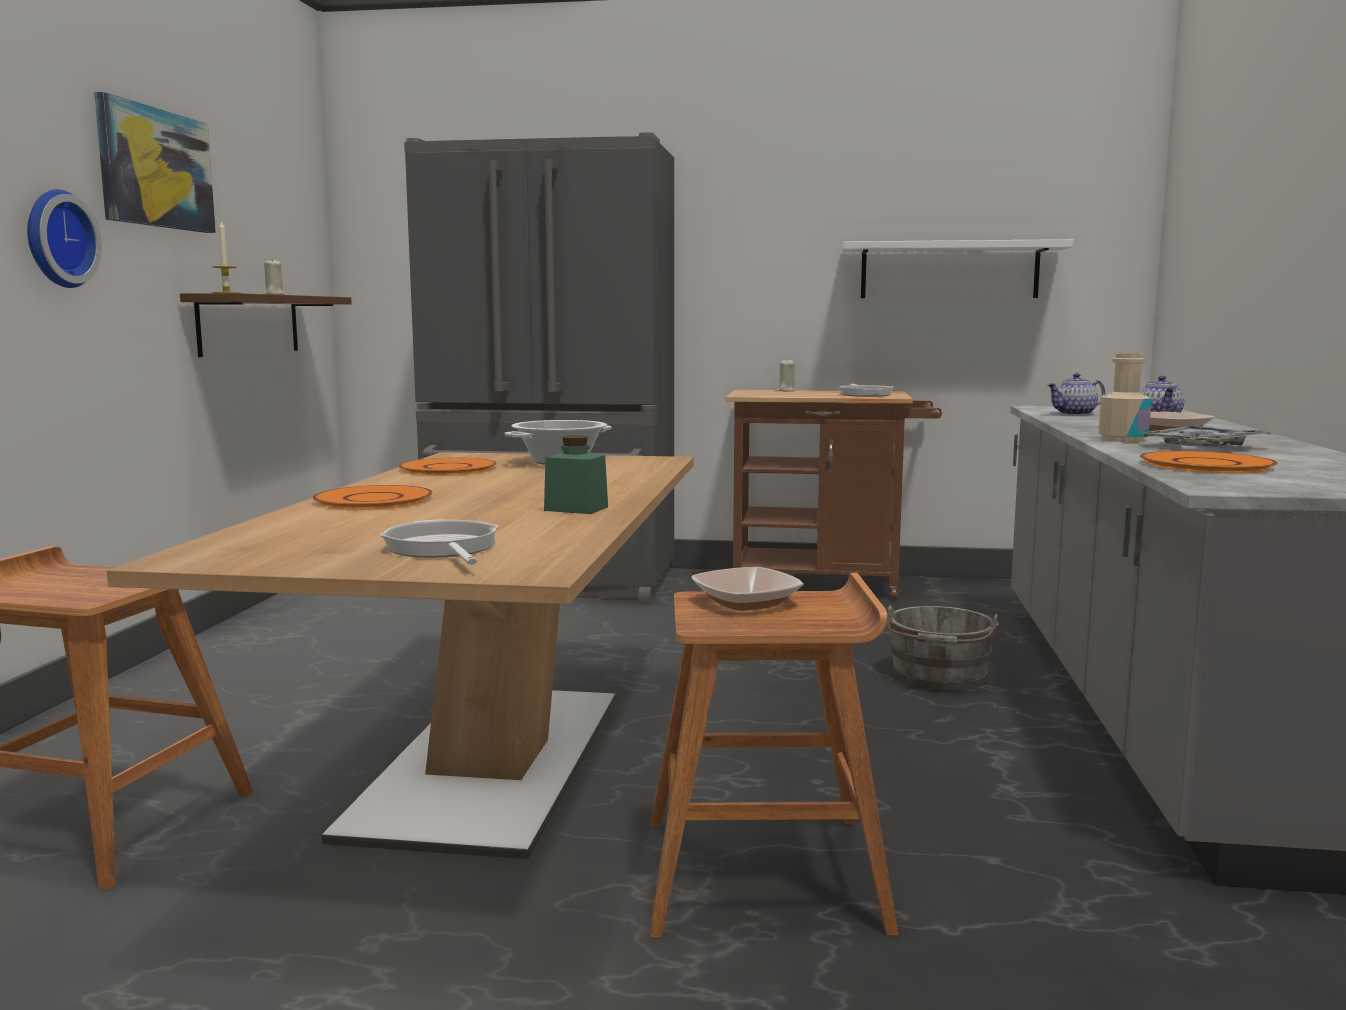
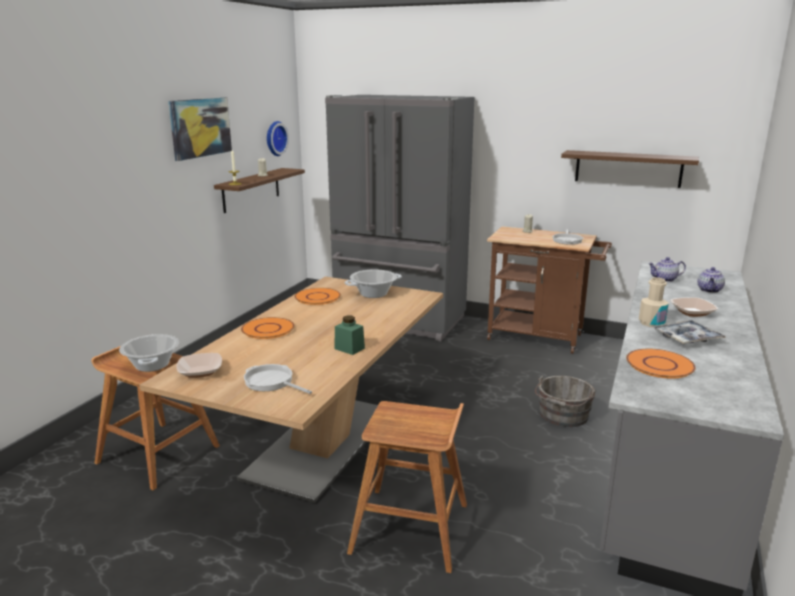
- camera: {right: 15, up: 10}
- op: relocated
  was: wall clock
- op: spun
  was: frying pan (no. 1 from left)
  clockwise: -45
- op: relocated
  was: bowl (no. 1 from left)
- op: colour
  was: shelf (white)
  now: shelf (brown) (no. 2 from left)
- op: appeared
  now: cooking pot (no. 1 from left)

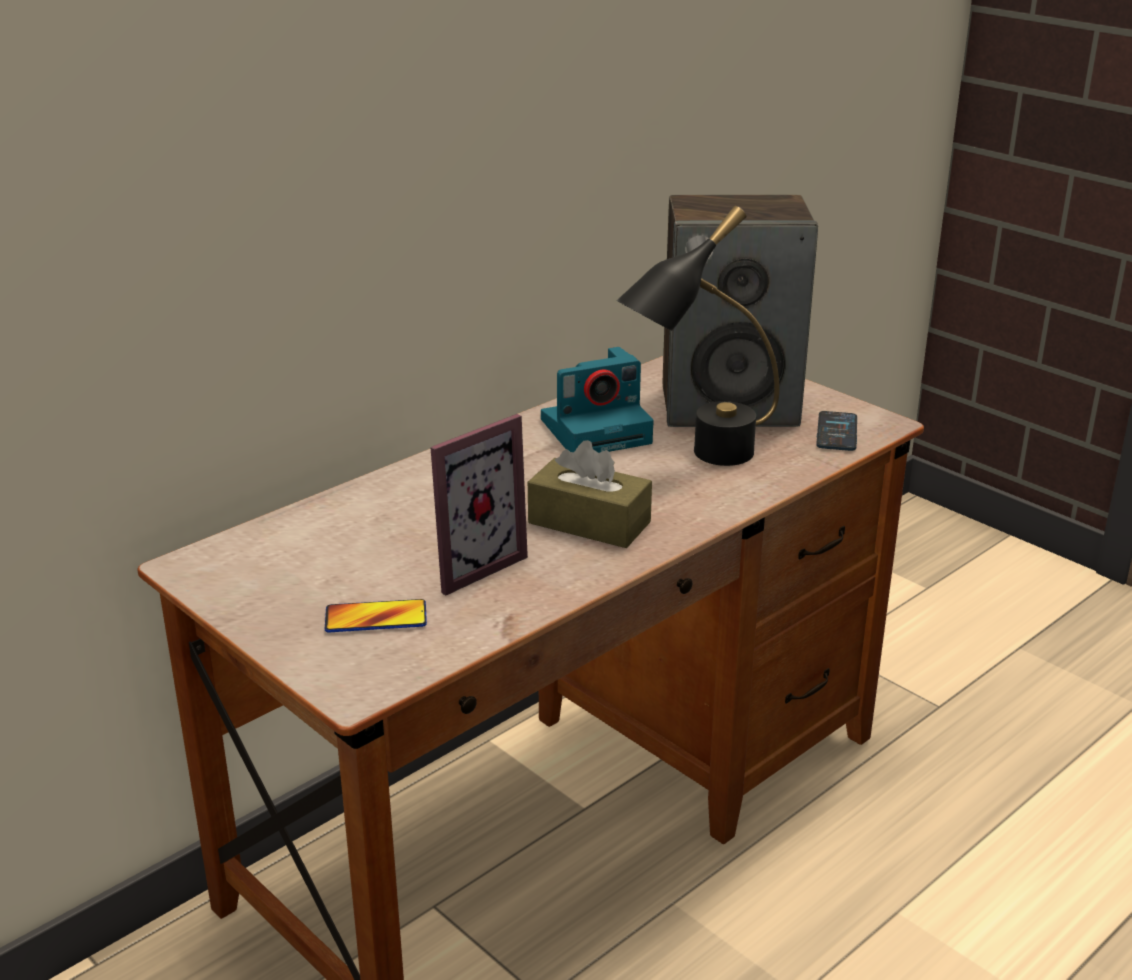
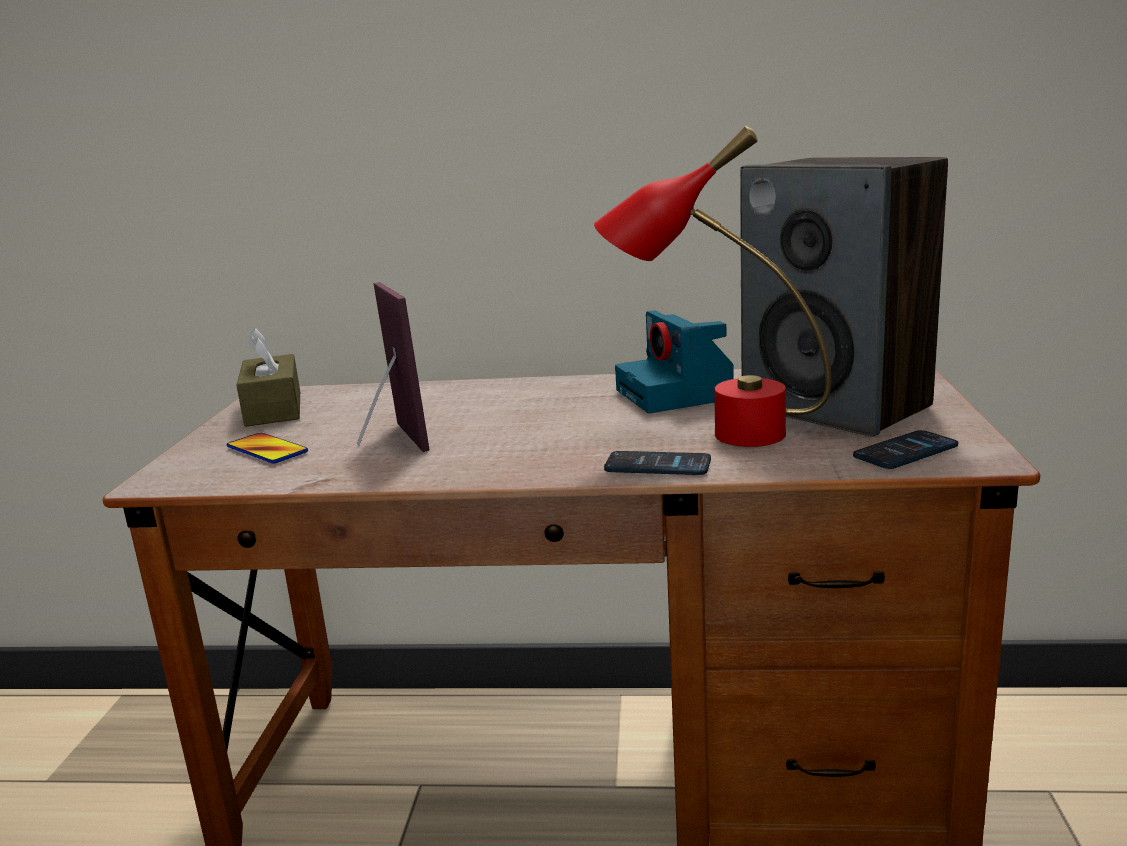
- camera: {right: 50, up: -10}
- op: spun
  was: picture frame
  clockwise: -120
- op: relocated
  was: tissue box (brown)
- op: spun
  was: photo camera
  clockwise: 45
- op: colour
  was: table lamp (black)
  now: table lamp (red)
- op: appeared
  now: phone (no. 2 from left)

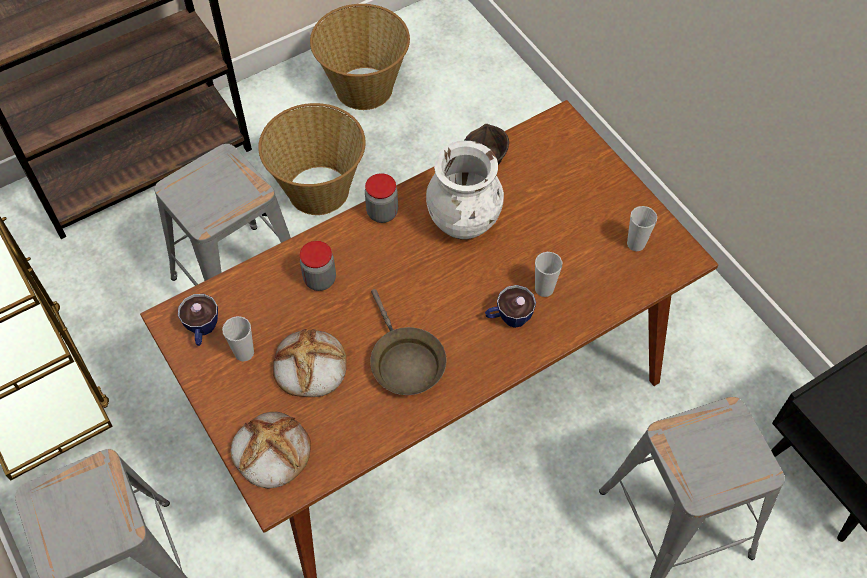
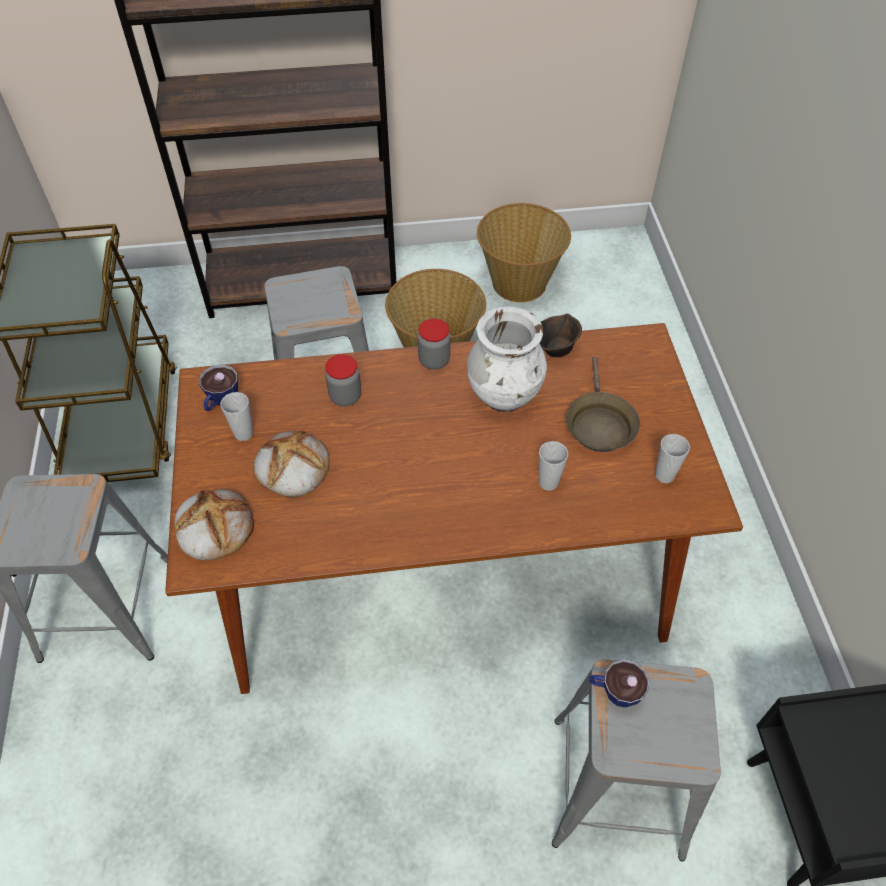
- camera: {right: 25, up: -5}
- op: relocated
  was: frying pan (brown)
- op: relocated
  was: cup (no. 3 from left in the first image)
  now: cup (no. 4 from left)

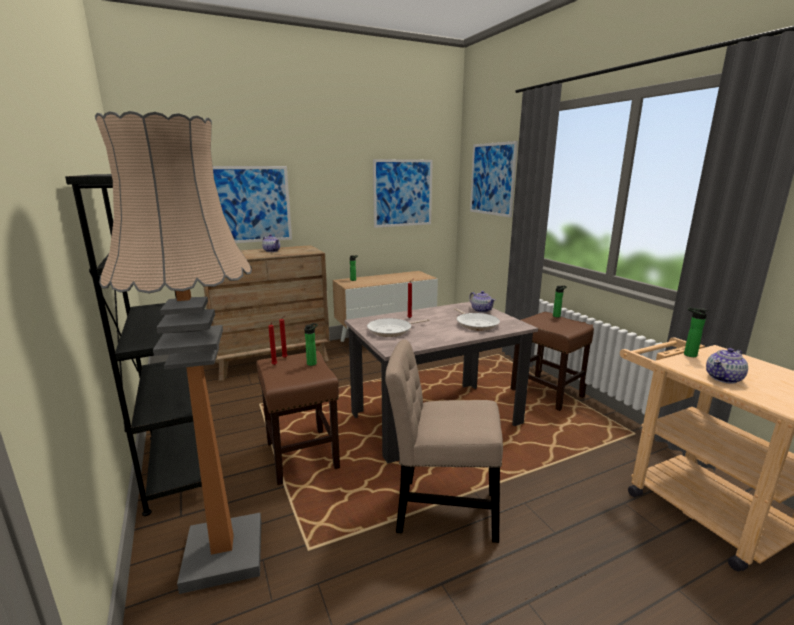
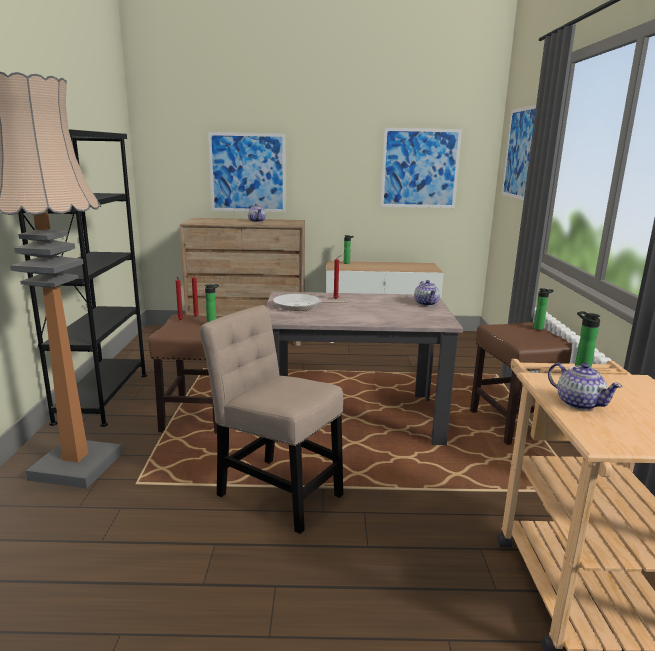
- camera: {right: 25, up: 0}
- op: missing
  was: frying pan (no. 2 from left)
- op: spun
  was: teapot (no. 3 from left)
  clockwise: -120

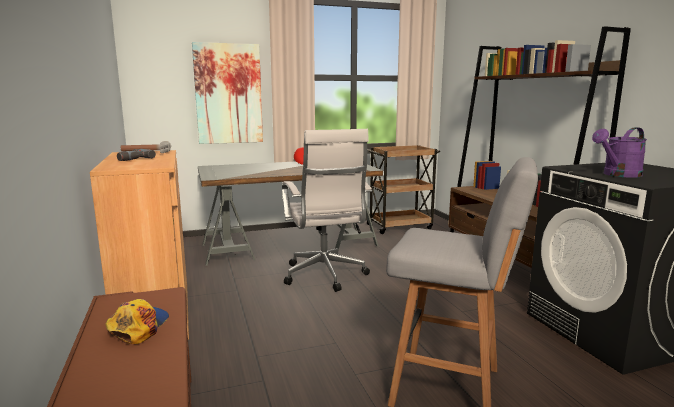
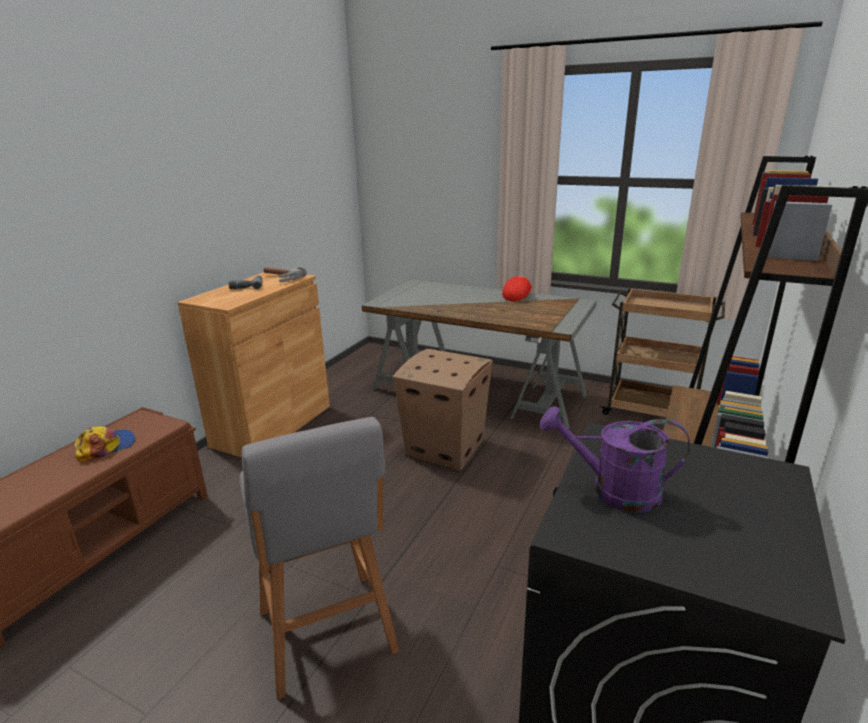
- camera: {right: 45, up: 10}
- op: missing
  was: picture
- op: exchanged
  was: office chair (white)
  now: cardboard box

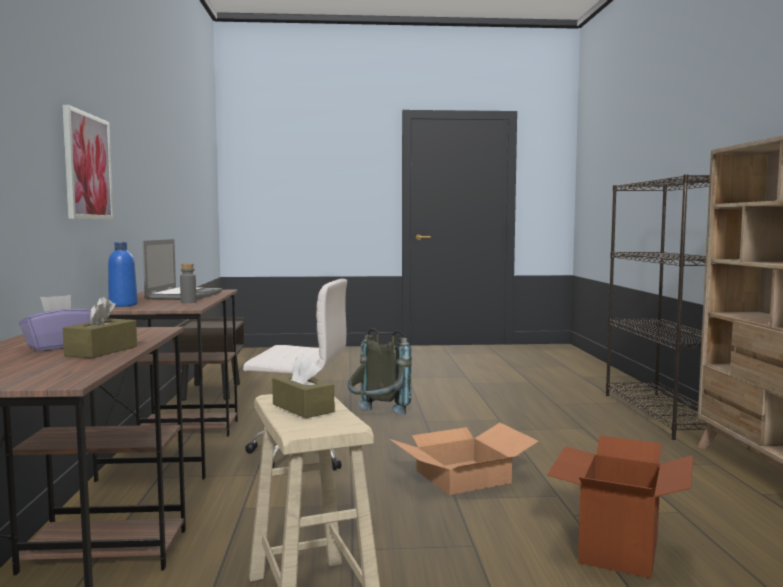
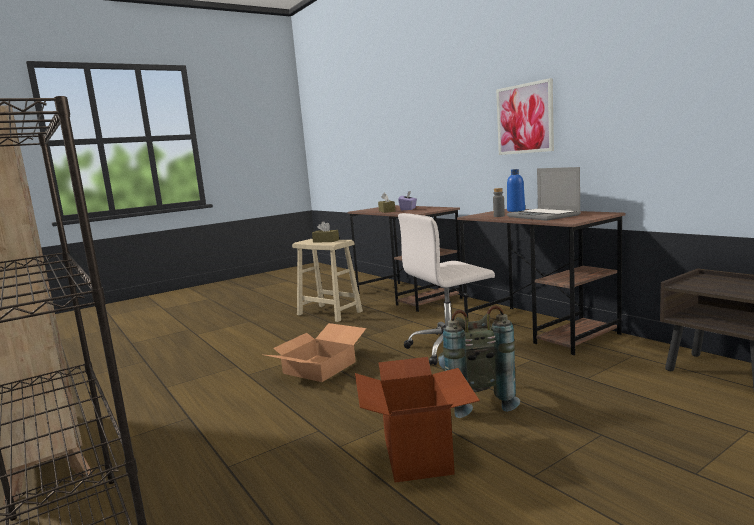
- camera: {right: 150, up: 5}
- op: relocated
  was: cardboard box (no. 2 from left)

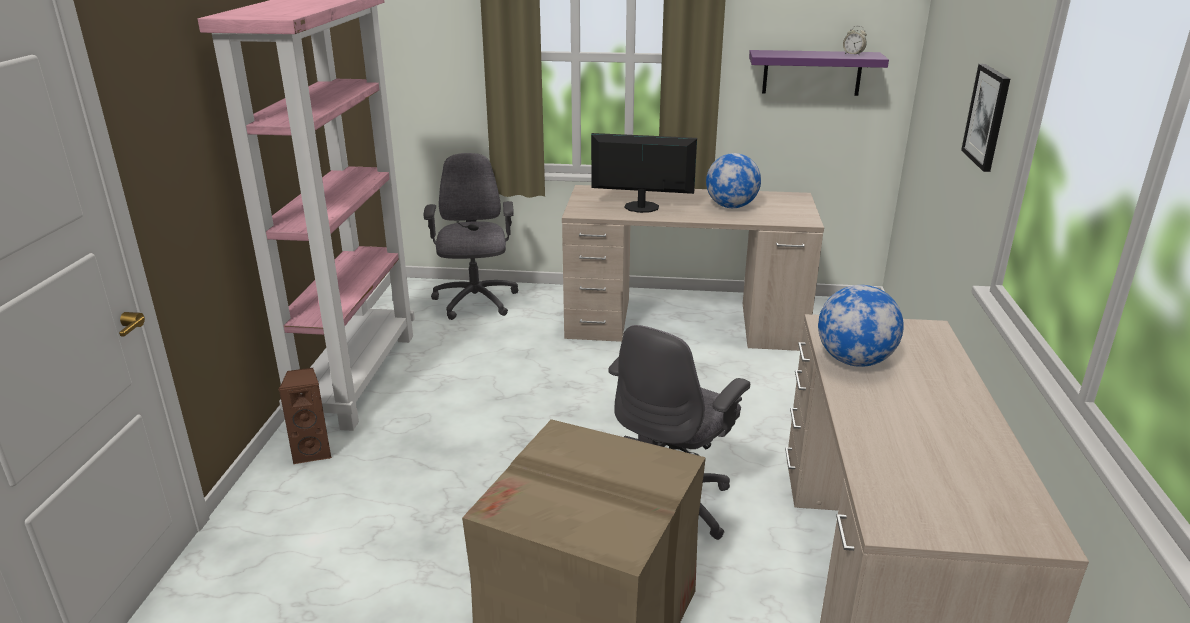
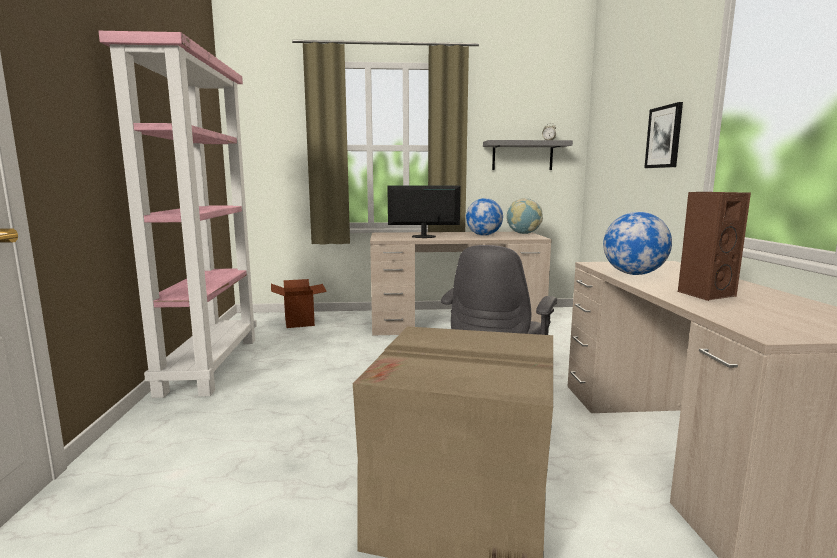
- camera: {right: -10, up: -15}
- op: relocated
  was: speaker (brown)
- op: exchanged
  was: office chair (grey) (no. 1 from left)
  now: cardboard box (no. 1 from left)
- op: colour
  was: shelf (purple)
  now: shelf (grey)
- op: appeared
  now: globe (no. 2 from left)

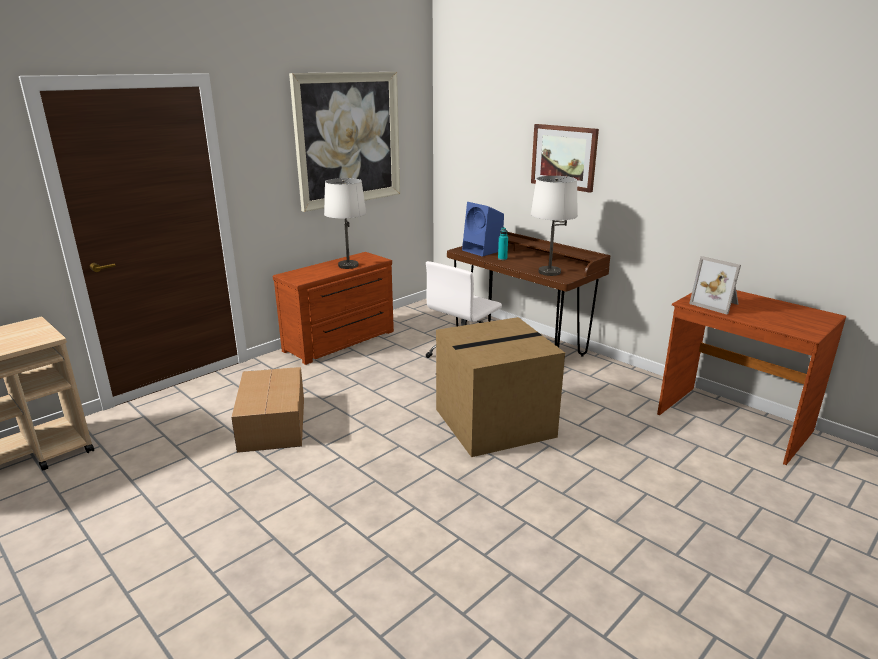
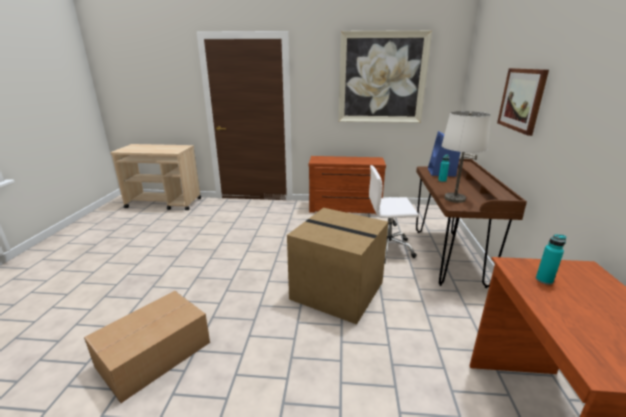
- camera: {right: 50, up: 0}
- op: relocated
  was: cardboard box (no. 1 from left)
- op: missing
  was: table lamp (white) (no. 1 from left)
- op: exchanged
  was: picture frame
  now: bottle (turquoise) (no. 2 from left)

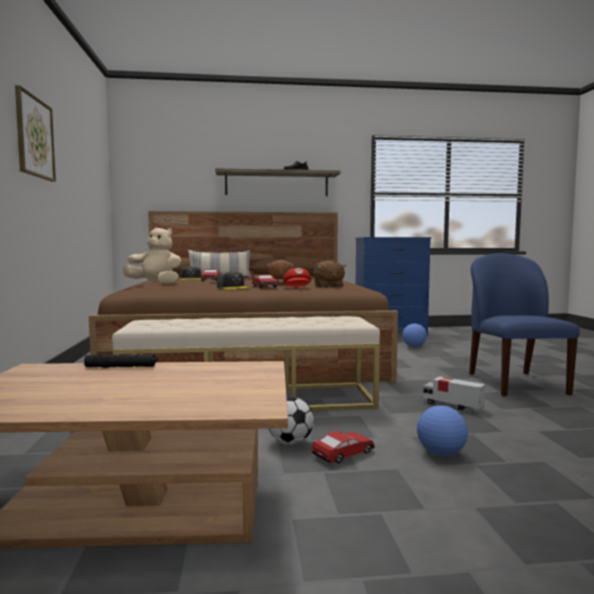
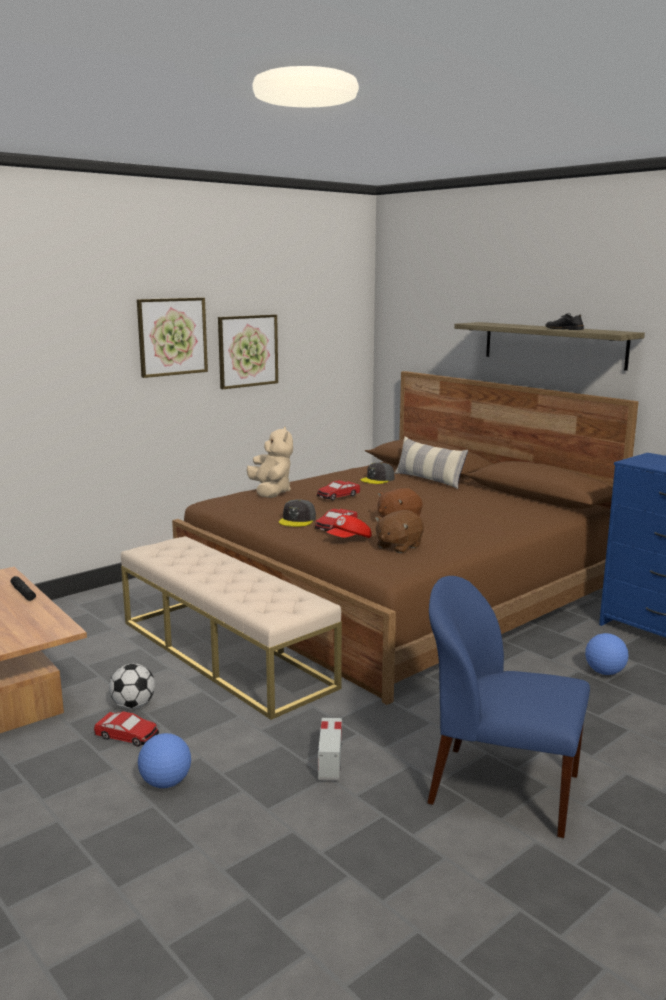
- camera: {right: 55, up: 10}
- op: spun
  was: chair (blue)
  clockwise: -120
- op: appeared
  now: picture (no. 2 from left)

